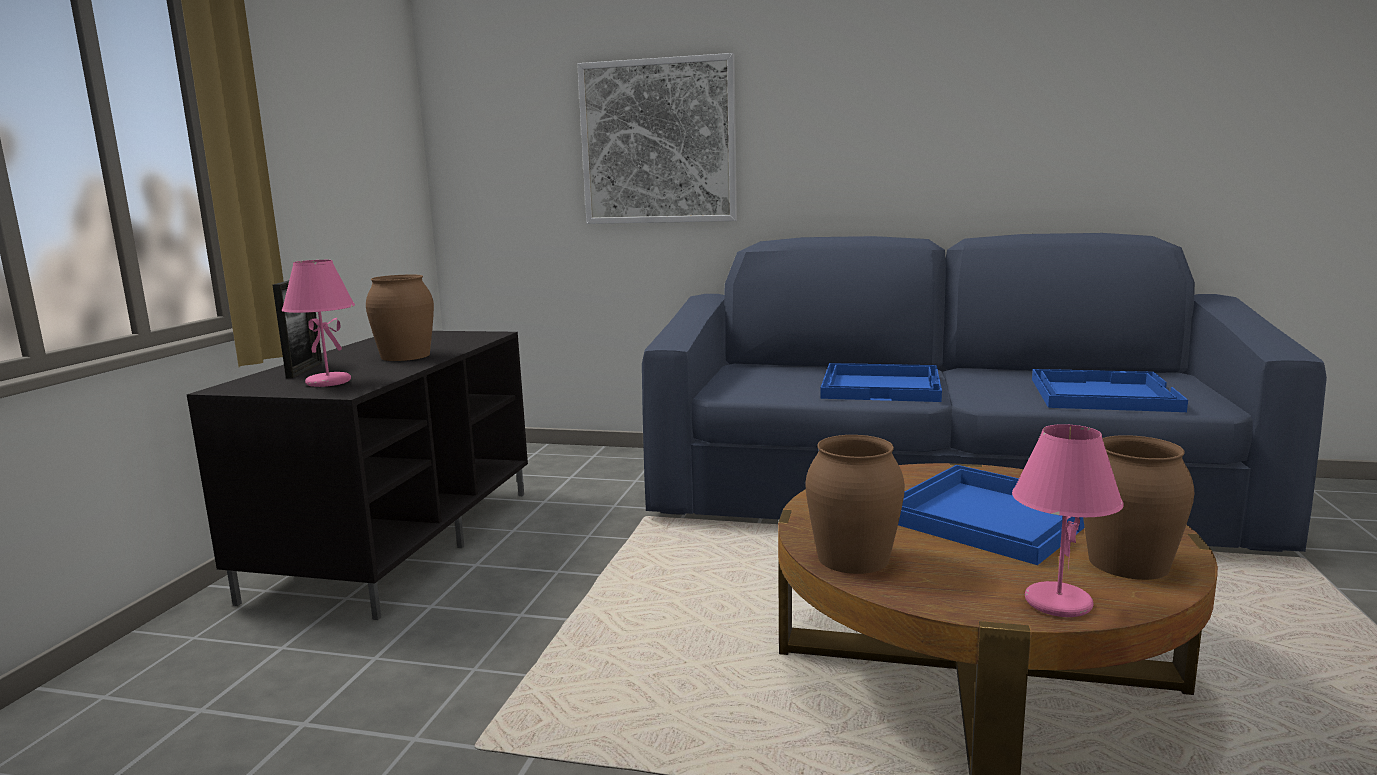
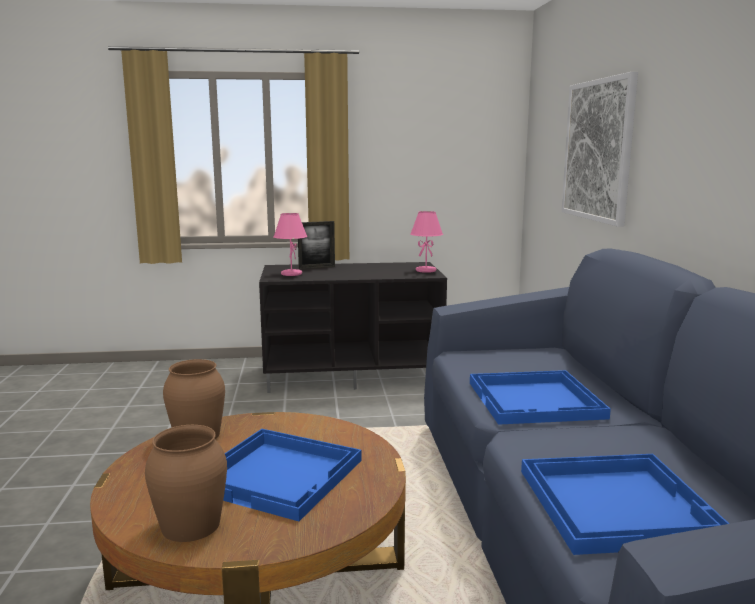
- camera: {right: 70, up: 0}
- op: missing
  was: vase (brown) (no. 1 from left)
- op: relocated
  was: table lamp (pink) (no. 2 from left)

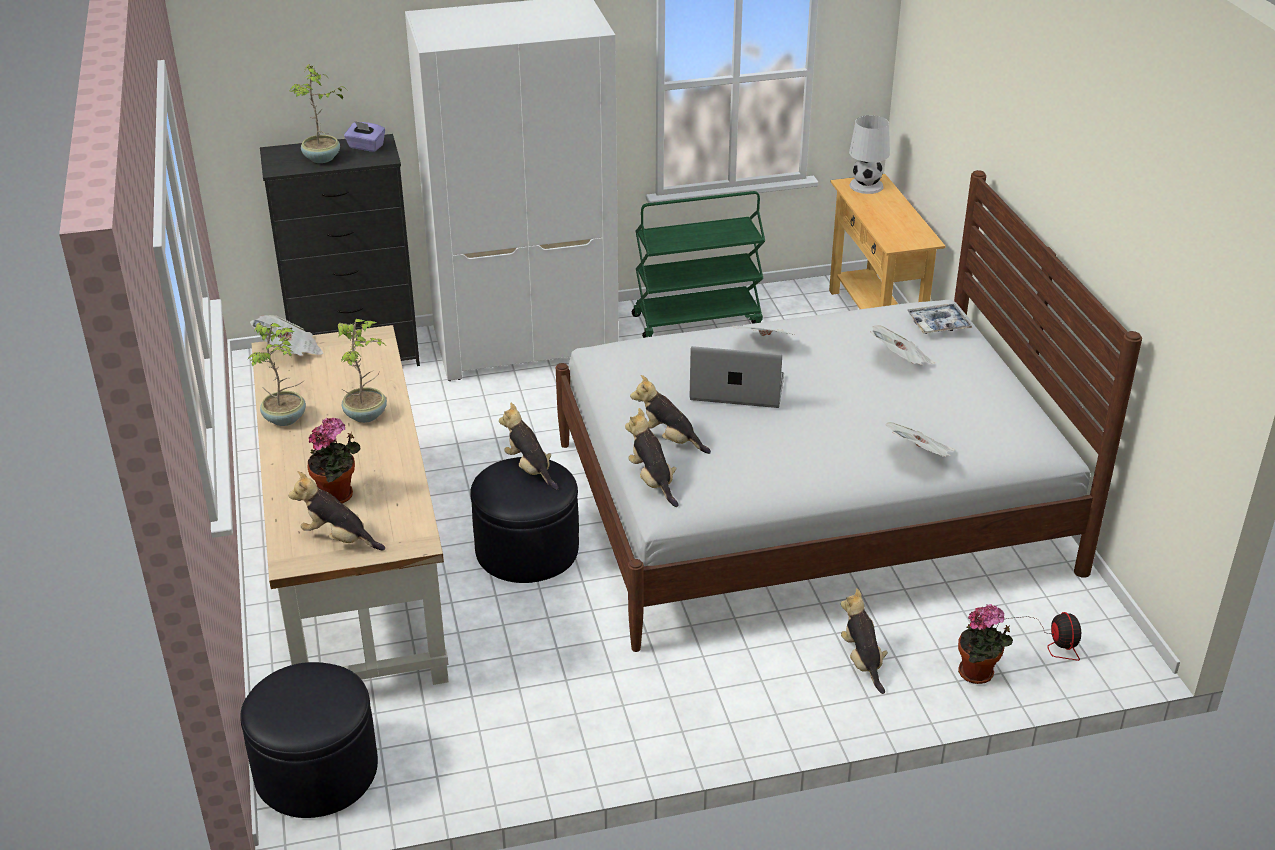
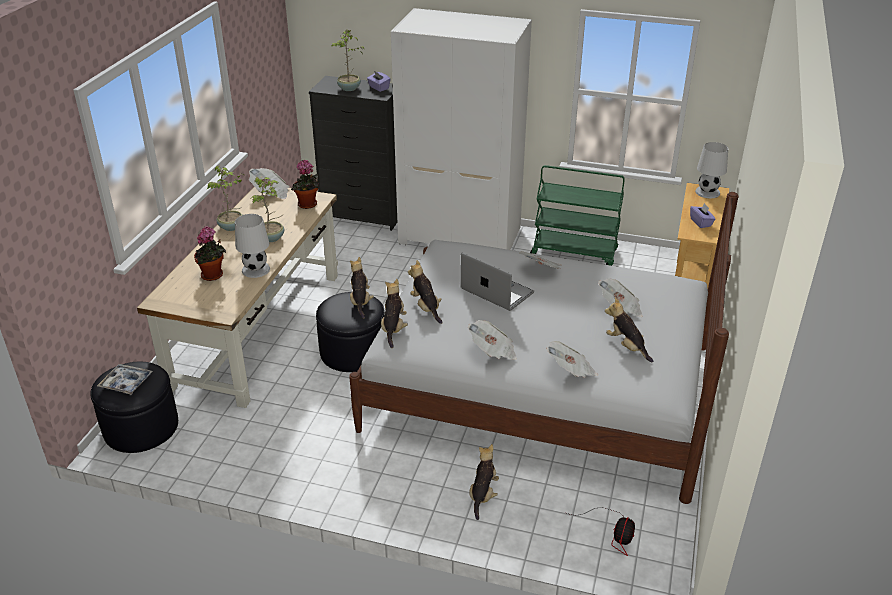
- camera: {right: 30, up: 0}
- op: relocated
  was: plush toy (no. 1 from left in the first image)
  now: plush toy (no. 5 from left)
- op: relocated
  was: tray
- op: relocated
  was: potted plant (no. 5 from left in the first image)
  now: potted plant (no. 4 from left)
- op: appeared
  now: table lamp (white) (no. 1 from left)
- op: appeared
  now: newspaper (no. 2 from left)
- op: appeared
  now: tissue box (purple) (no. 2 from left)

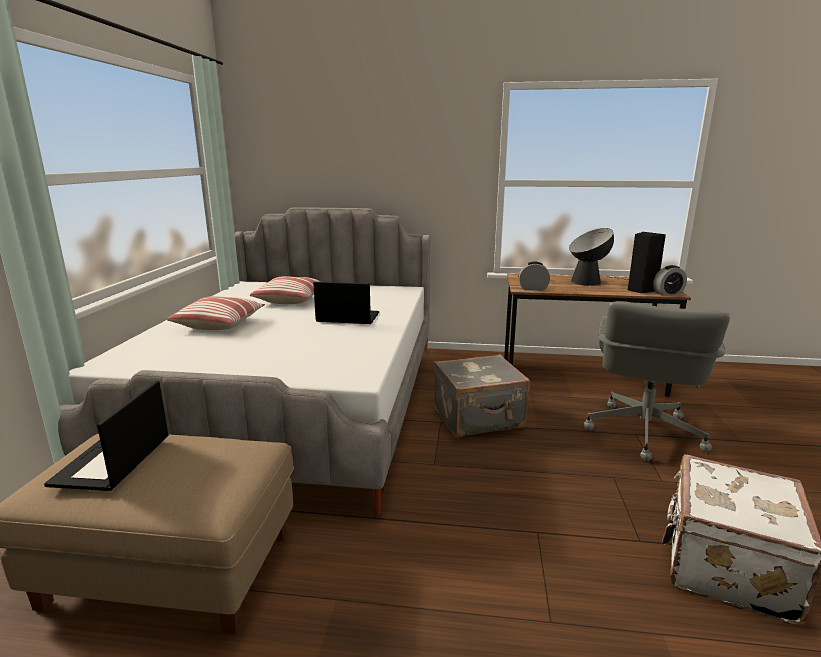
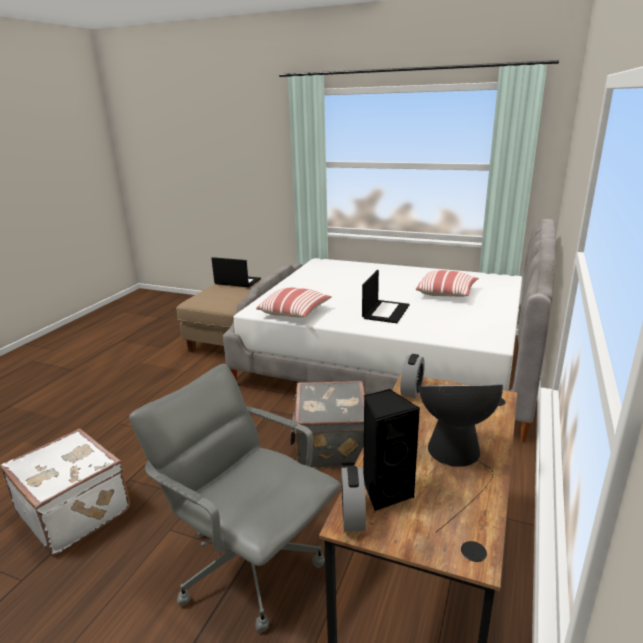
- camera: {right: 105, up: 5}
- op: relocated
  was: pillow (no. 1 from left)

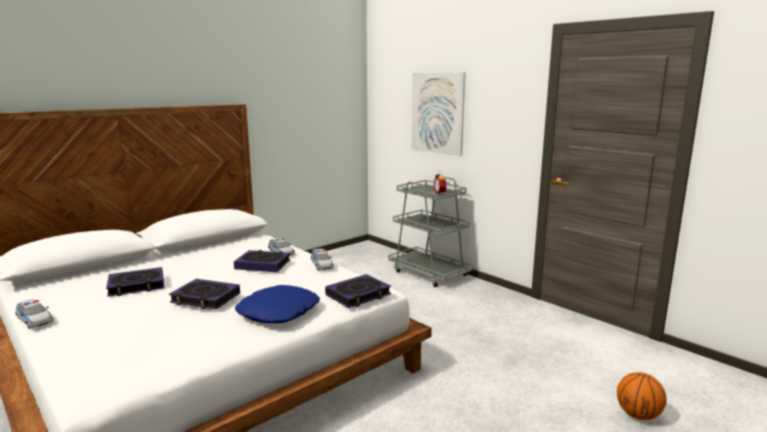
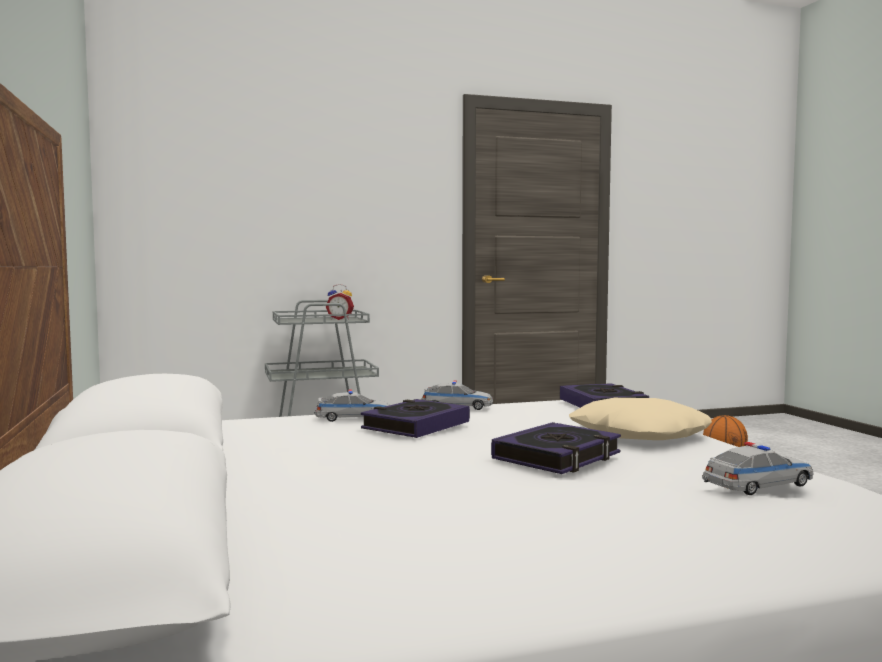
- camera: {right: -65, up: -10}
- op: relocated
  was: toy car (no. 1 from left in the first image)
  now: toy car (no. 3 from left)
- op: missing
  was: book (no. 1 from left)
- op: colour
  was: pillow (blue)
  now: pillow (beige)
- op: missing
  was: picture

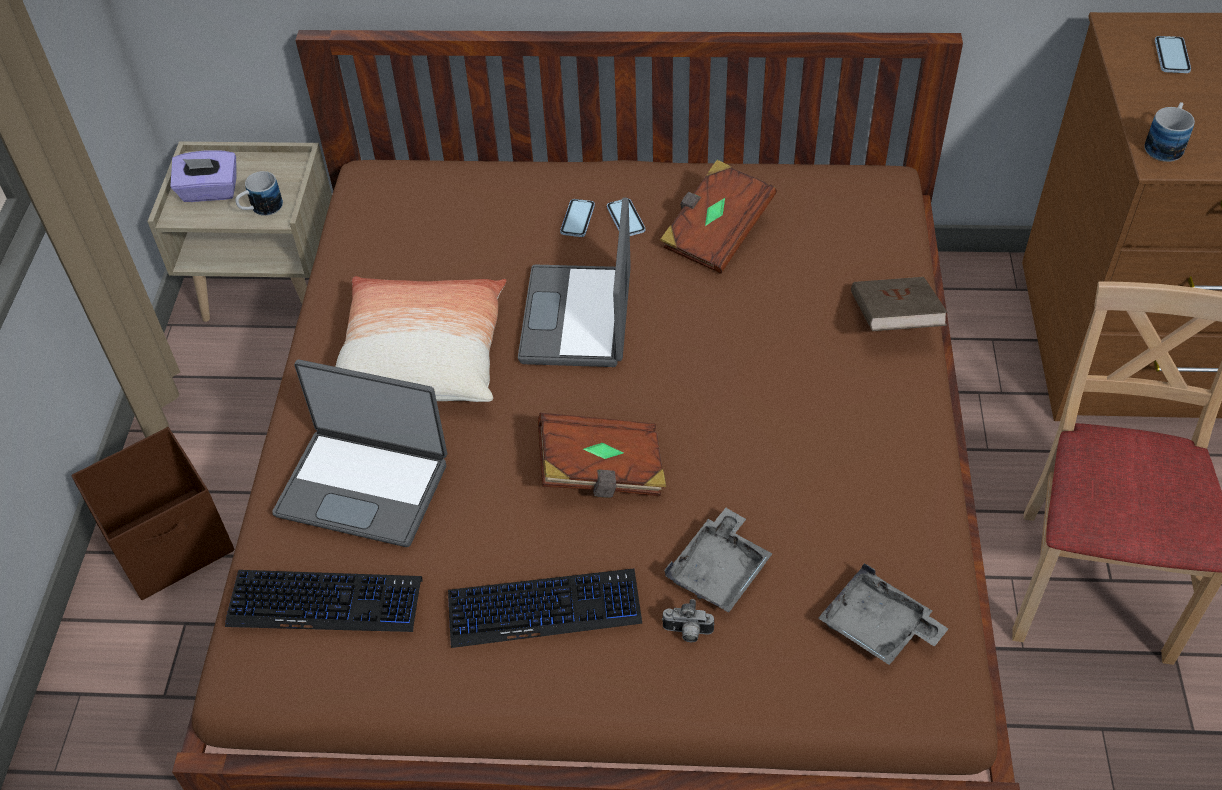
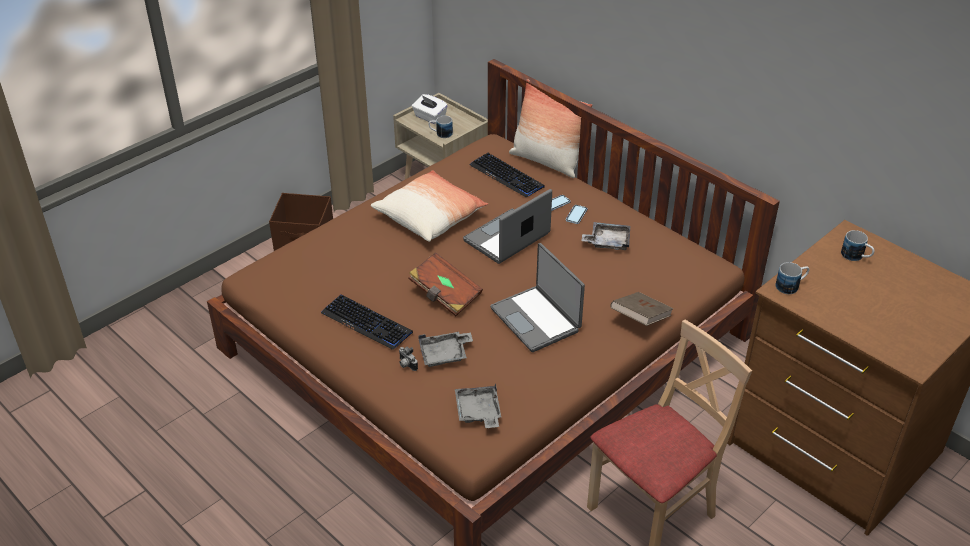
- camera: {right: 40, up: -10}
- op: colour
  was: tissue box (purple)
  now: tissue box (white)
- op: relocated
  was: keyboard (no. 1 from left in the first image)
  now: keyboard (no. 2 from left)
- op: relocated
  was: laptop (no. 1 from left in the first image)
  now: laptop (no. 2 from left)
- op: exchanged
  was: book (brown) (no. 2 from left)
  now: tray (grey) (no. 3 from left)
- op: exchanged
  was: phone (no. 3 from left)
  now: mug (no. 3 from left)
- op: appeared
  now: pillow (no. 2 from left)

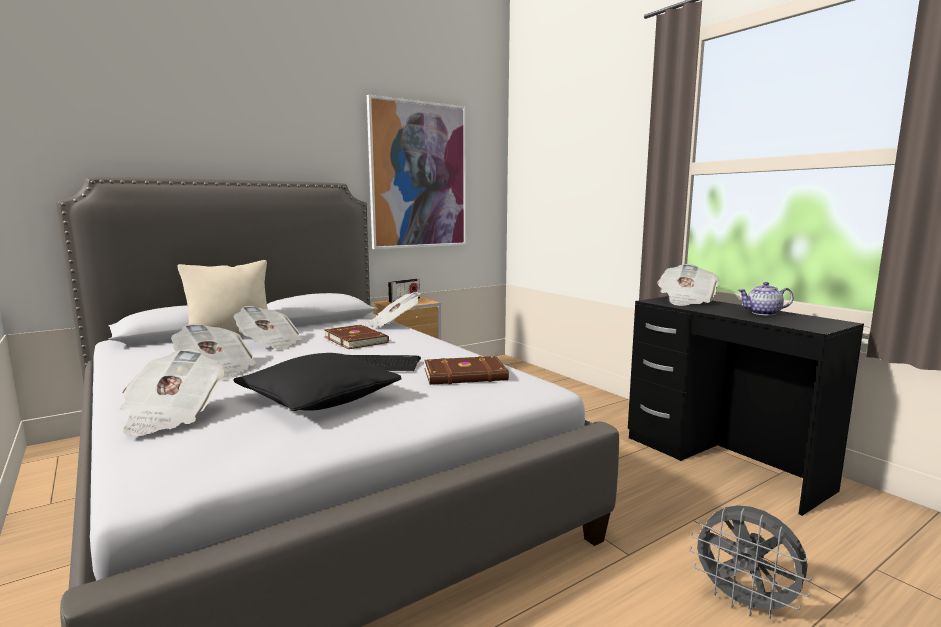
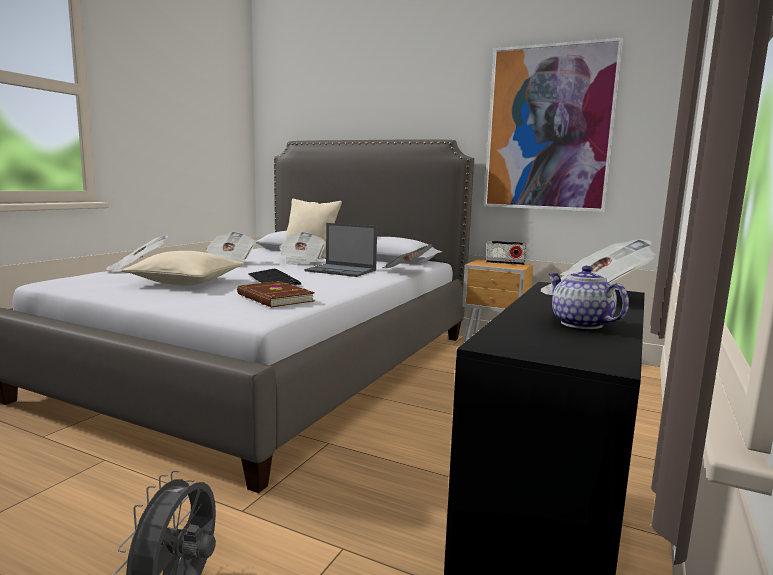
- camera: {right: 60, up: 0}
- op: colour
  was: pillow (black)
  now: pillow (beige) (no. 1 from left)
- op: exchanged
  was: book (brown) (no. 1 from left)
  now: laptop

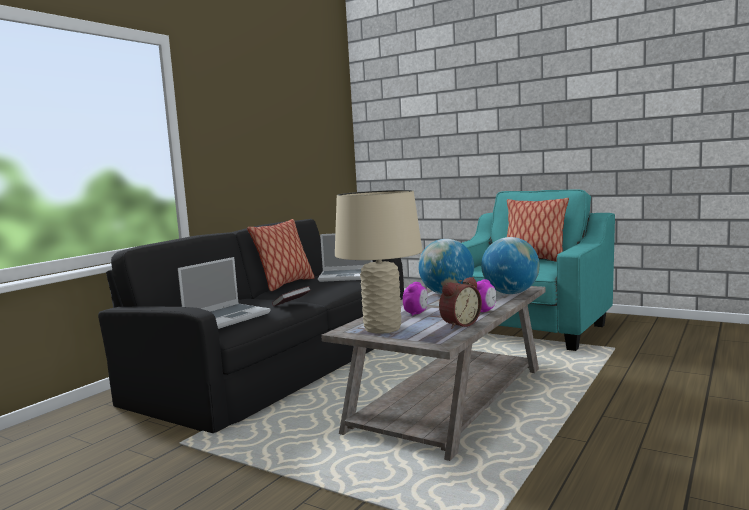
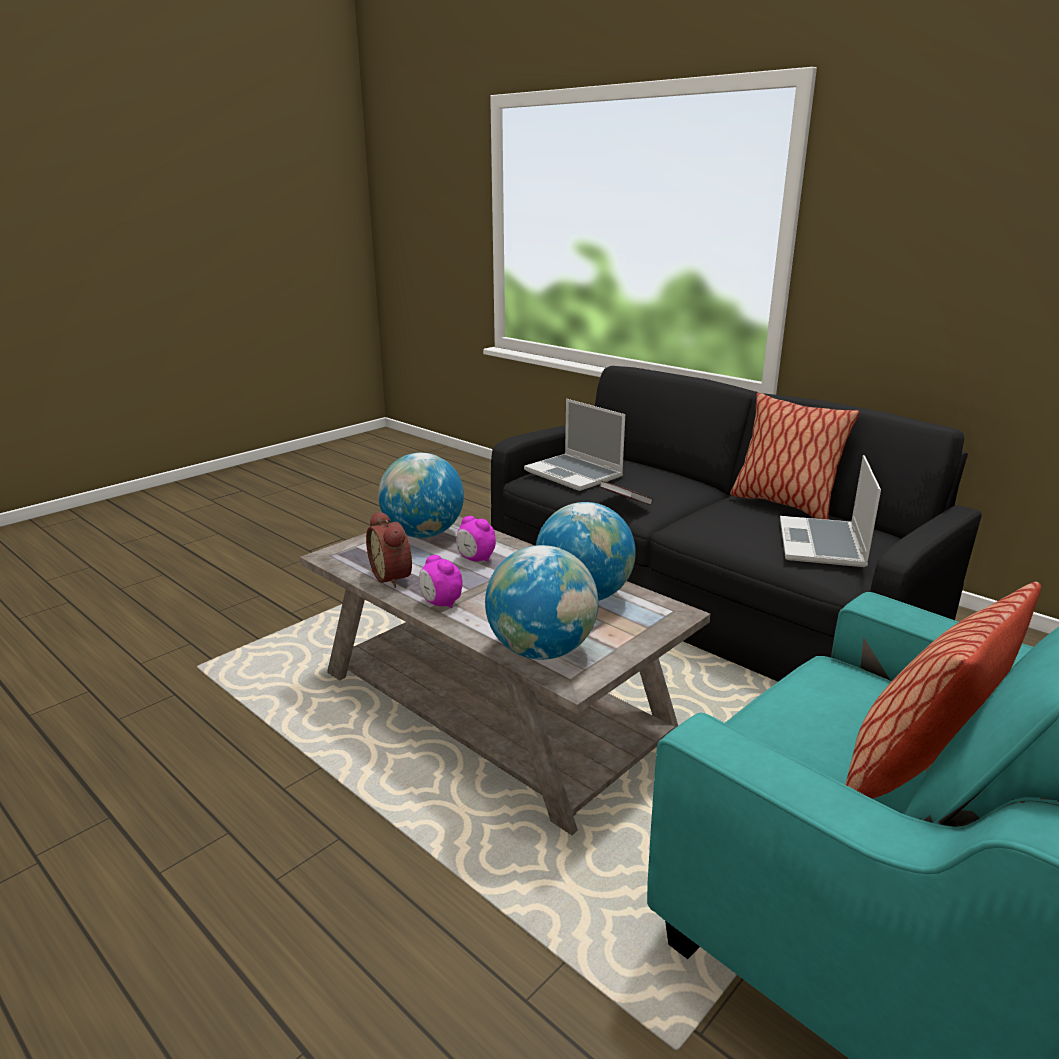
- camera: {right: 100, up: 15}
- op: exchanged
  was: table lamp (beige)
  now: globe (no. 1 from left)

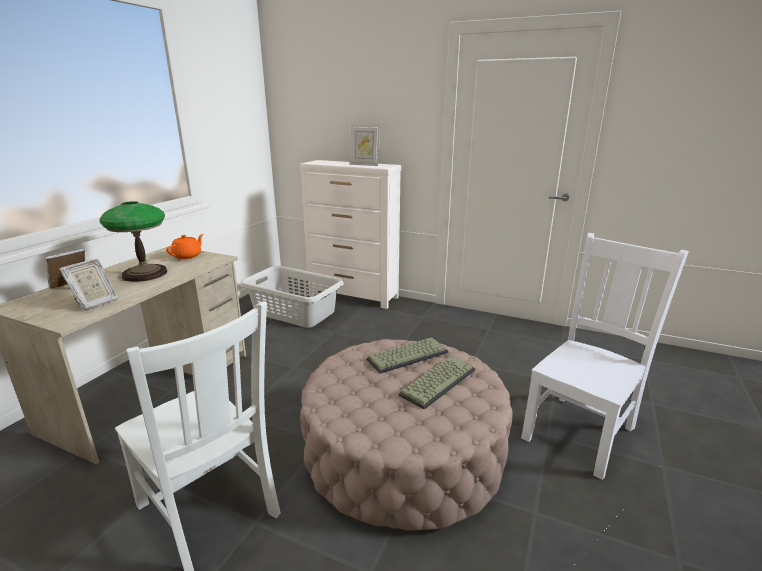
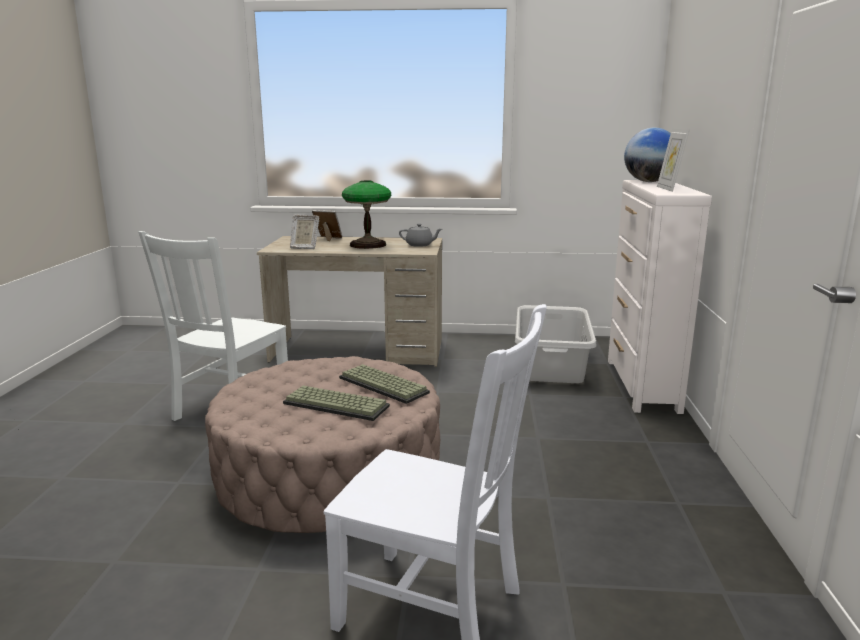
- camera: {right: 70, up: -5}
- op: colour
  was: teapot (orange)
  now: teapot (grey)
- op: appeared
  now: globe

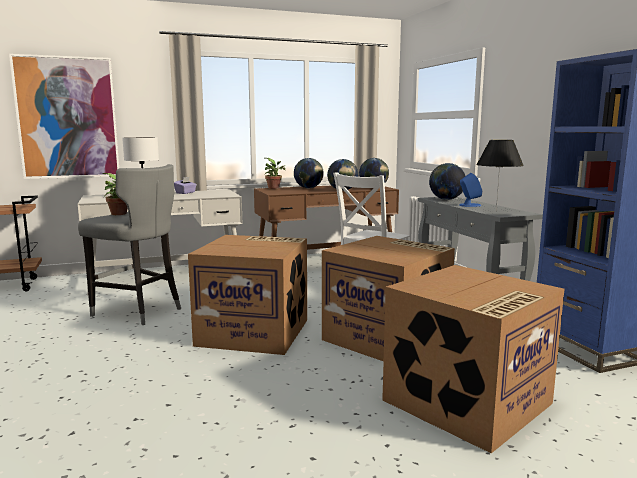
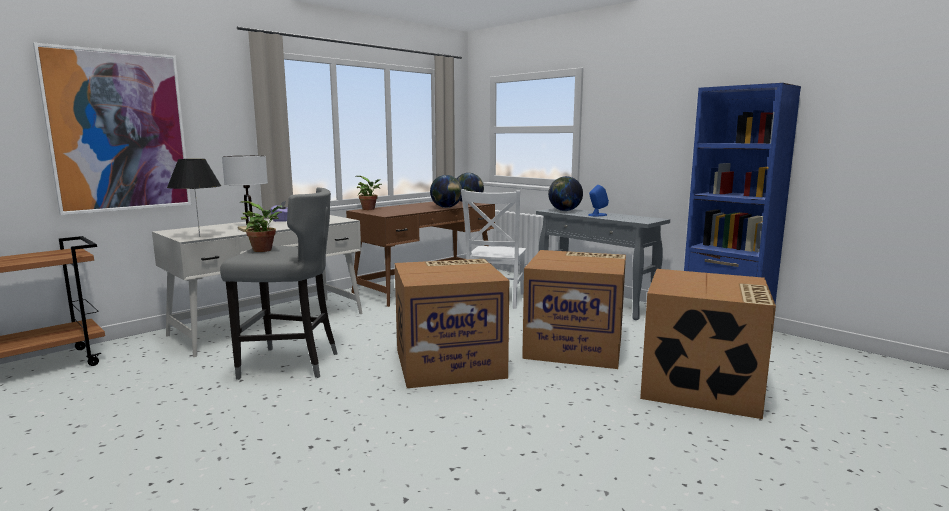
- camera: {right: -25, up: 0}
- op: missing
  was: globe (no. 1 from left)
- op: relocated
  was: table lamp (black)

